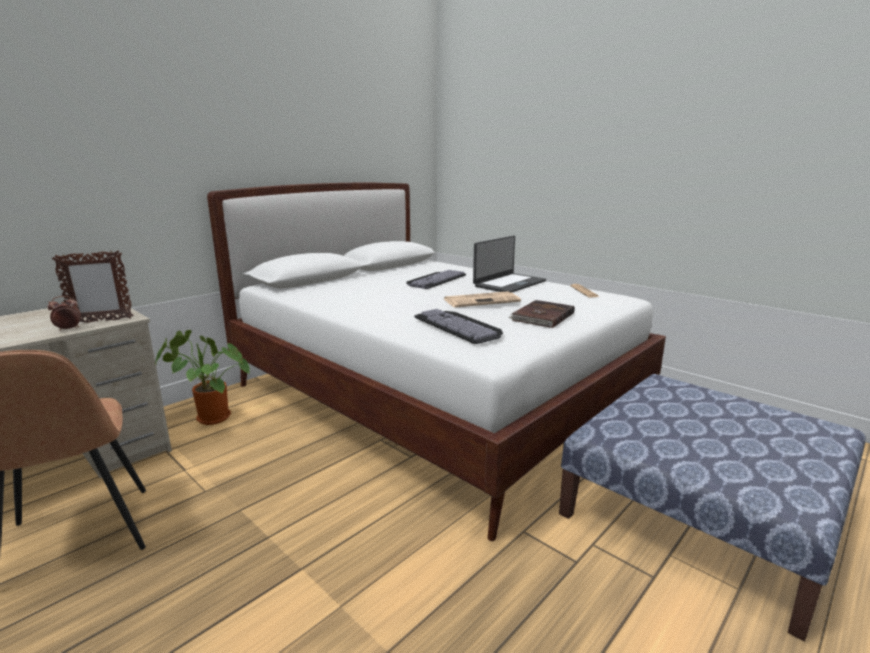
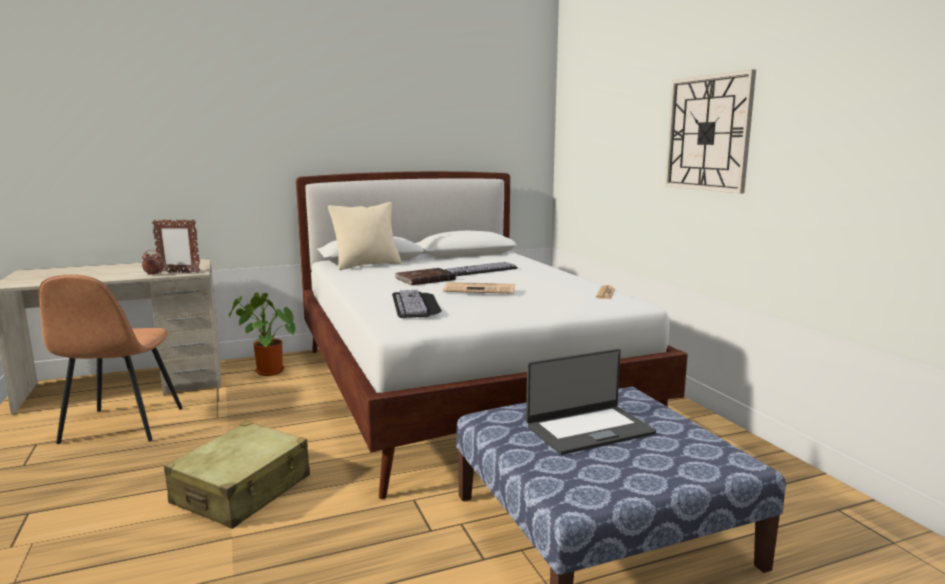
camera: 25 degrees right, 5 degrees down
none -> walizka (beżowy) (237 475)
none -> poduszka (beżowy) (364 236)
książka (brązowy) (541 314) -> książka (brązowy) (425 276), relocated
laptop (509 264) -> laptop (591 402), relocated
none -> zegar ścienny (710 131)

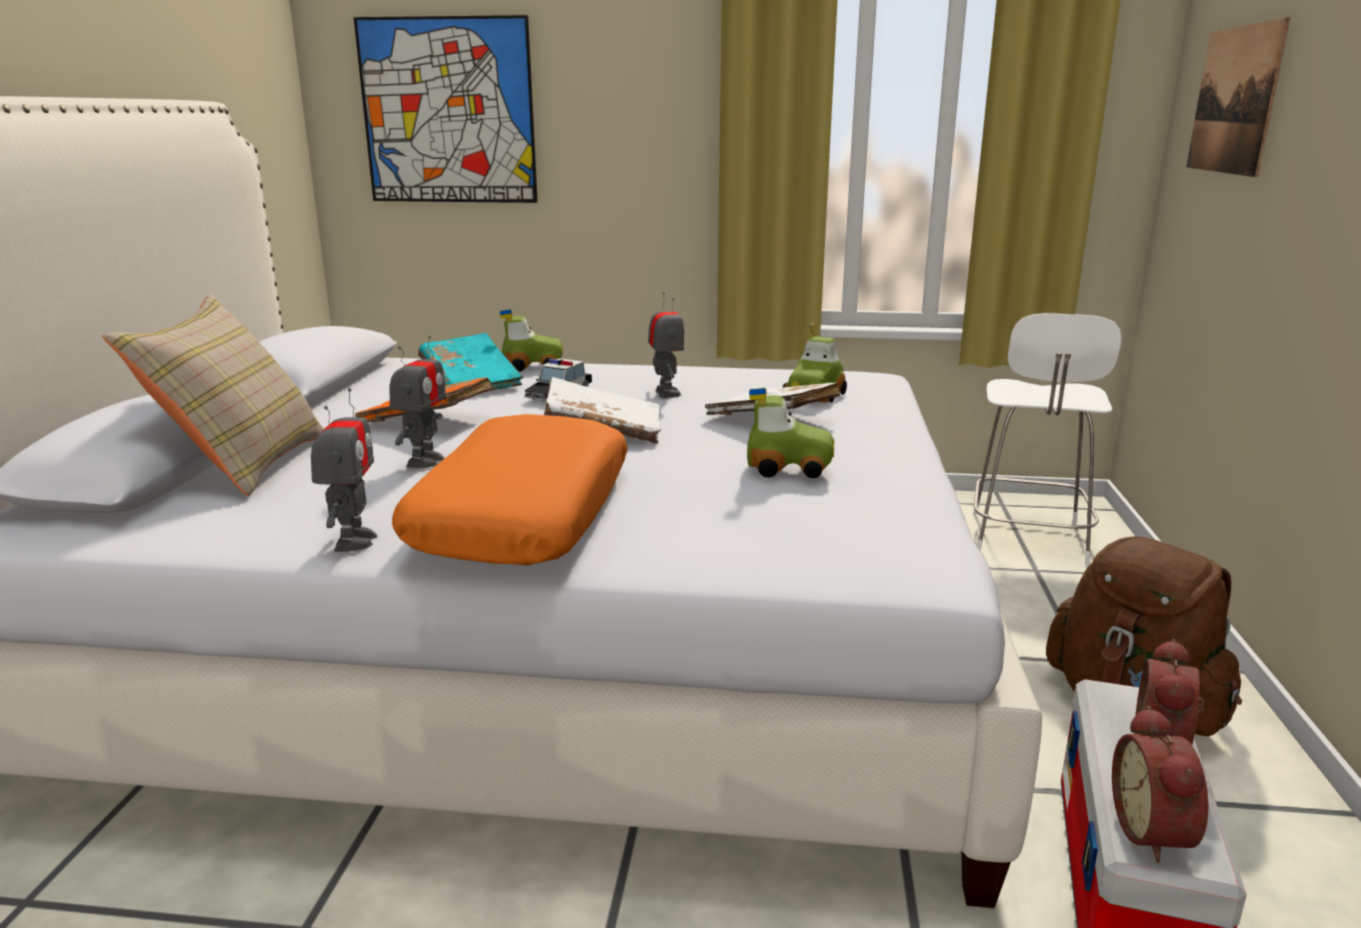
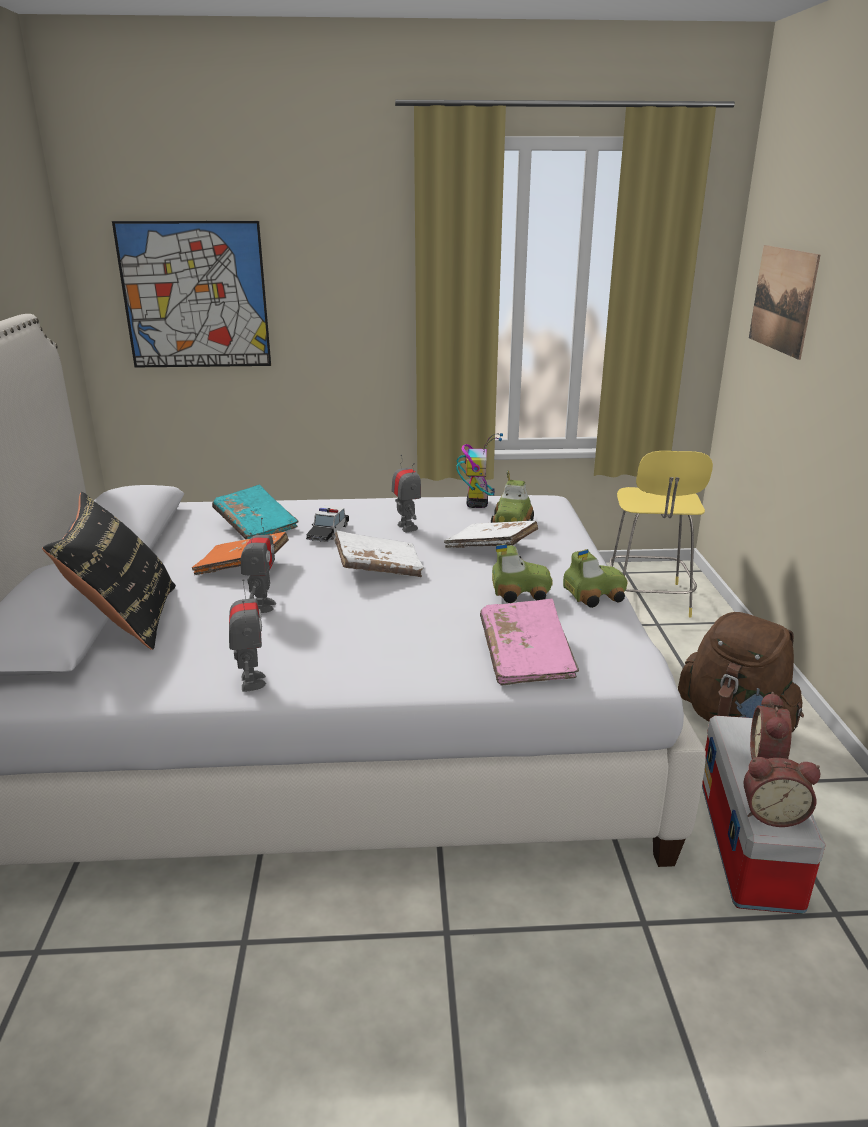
camera: 10 degrees left, 5 degrees up
poduszka (beżowy) (213 395) -> poduszka (czarny) (109 571)
none -> robot zabawkowy (479 470)
none -> książka (różowy) (529 642)
samochodzik (531 340) -> samochodzik (595 578), relocated
stołek (biały) (1047 439) -> stołek (żółty) (661 534)
budzik (1160 784) -> budzik (782 792), 75 degrees counterclockwise
poduszka (pomarańczowy) (510 489) -> none

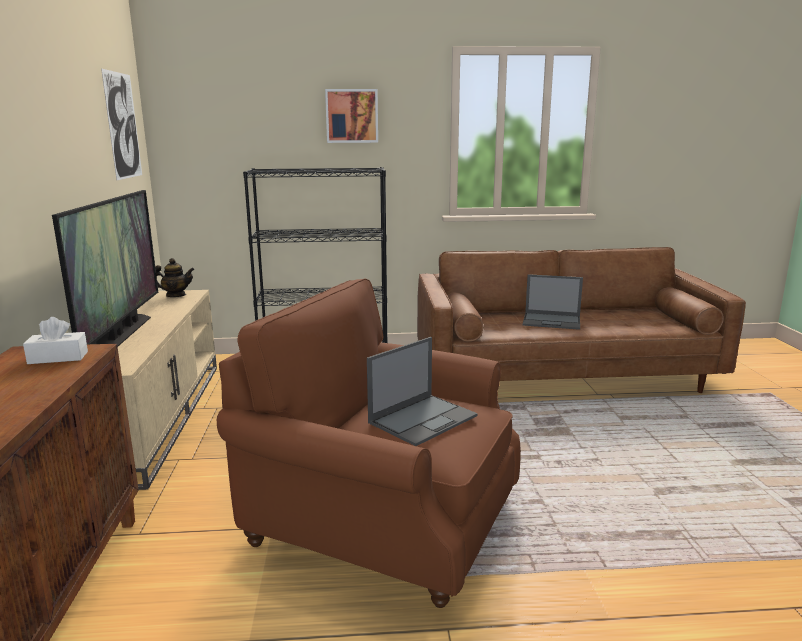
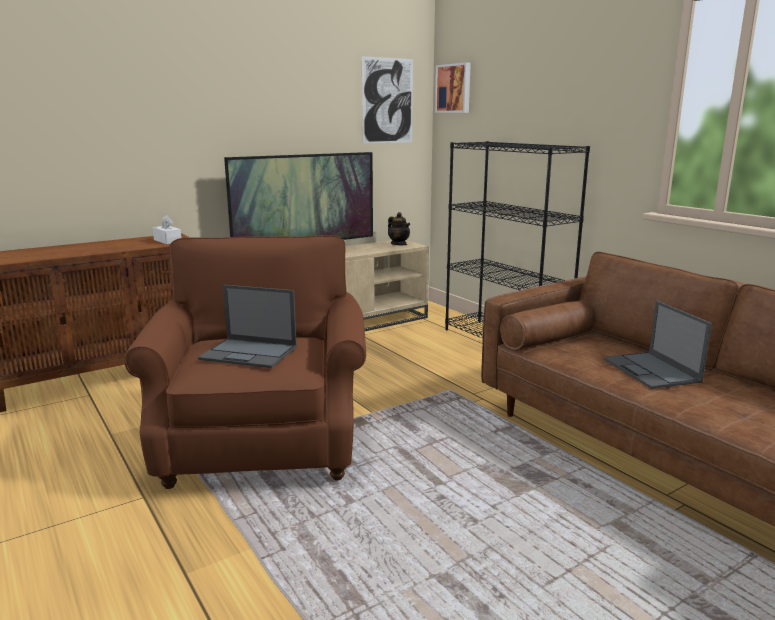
camera: 60 degrees right, 0 degrees up
obraz (351 116) -> obraz (453 87), relocated

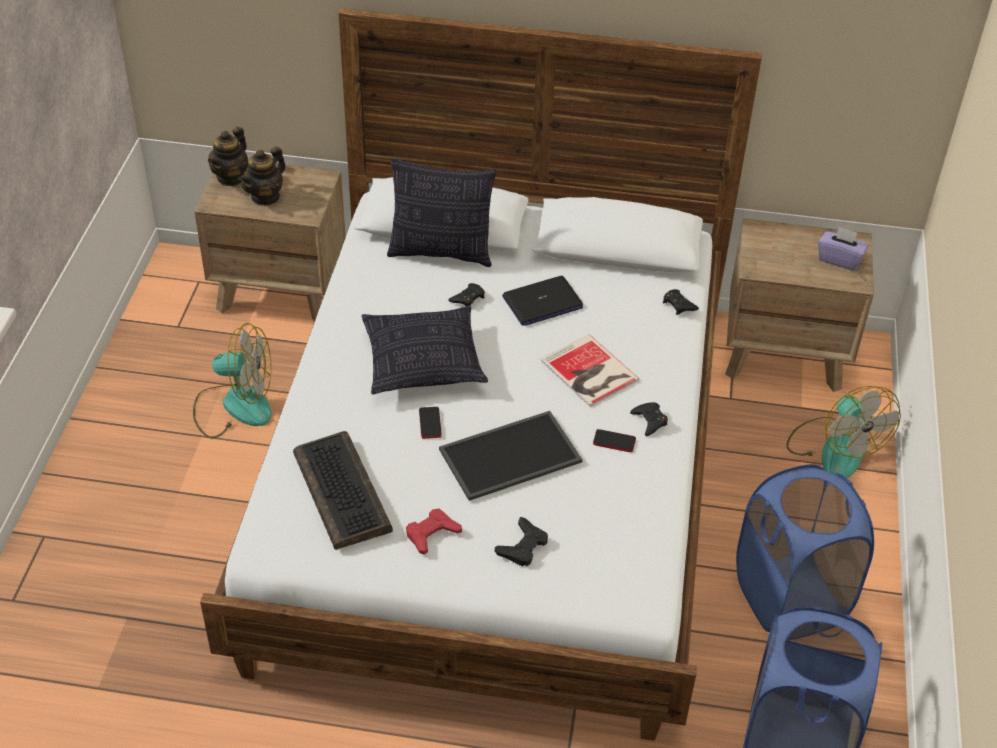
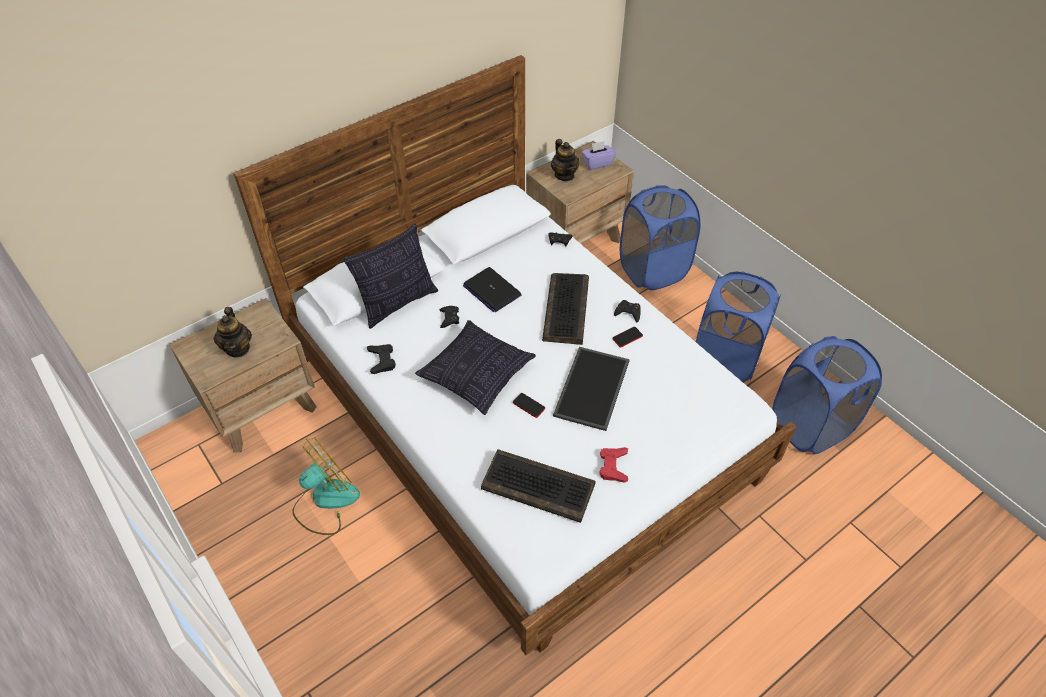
camera: 45 degrees left, 5 degrees up
pad do gier (czarny) (521 541) -> pad do gier (czarny) (381 359), relocated
laptop (542 301) -> laptop (492 289), 120 degrees clockwise
książka (590 370) -> klawiatura (565 309)
imbryk (228 156) -> imbryk (565 160), relocated
wentylator (843 432) -> kosz na pranie (niebieski) (660 238)

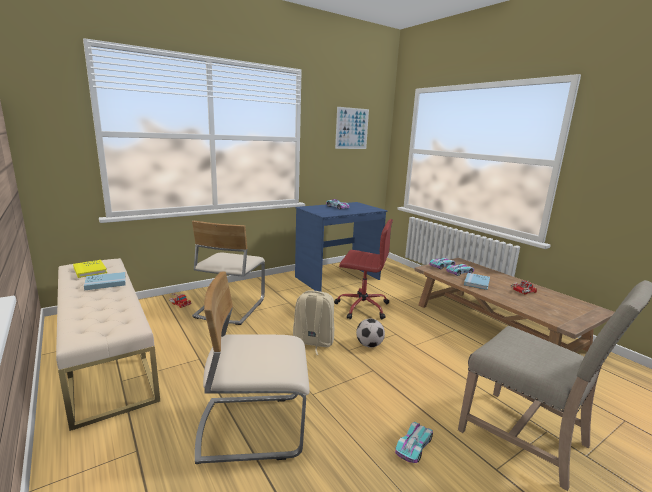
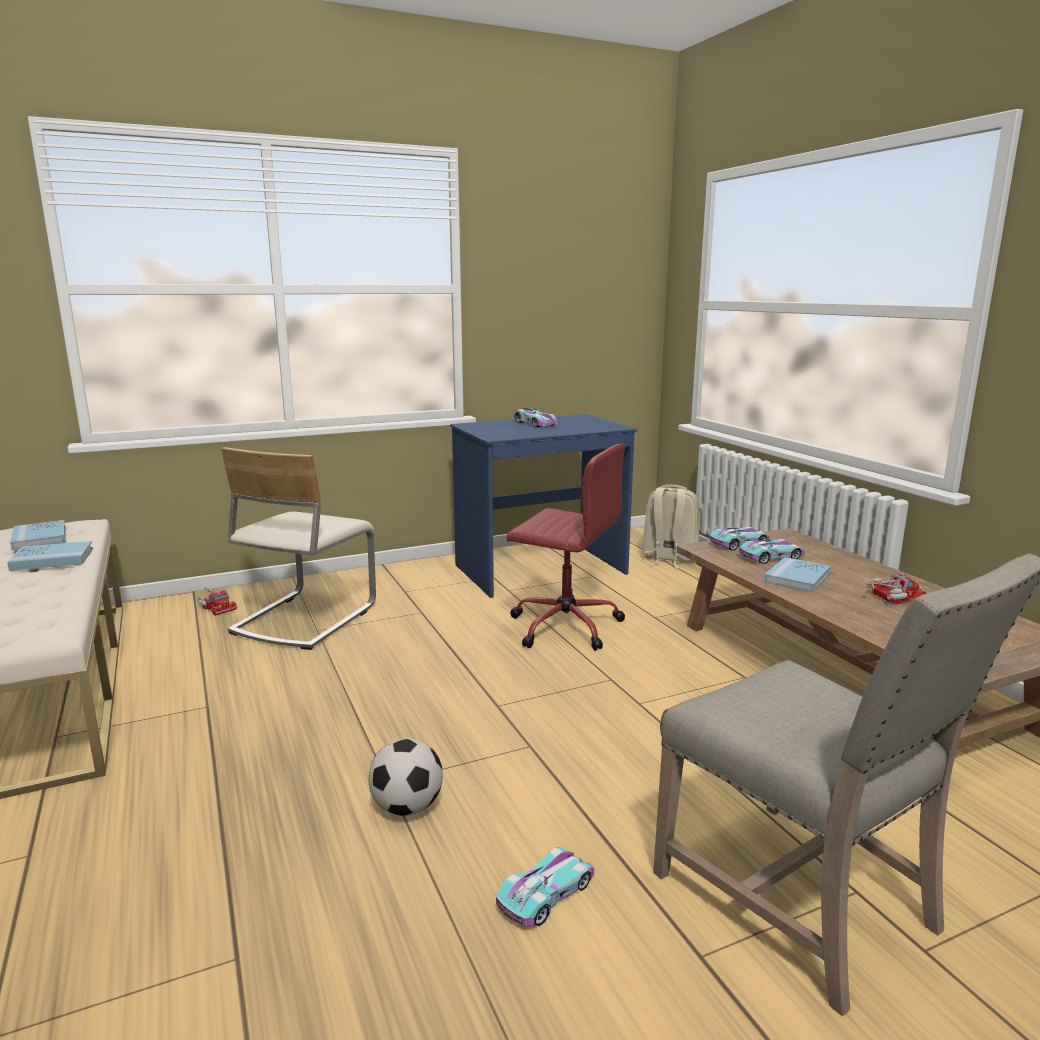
camera: 10 degrees right, 0 degrees up
książka (żółty) (90 269) -> książka (niebieski) (38 535)
piłka futbolowa (370 333) -> piłka futbolowa (406 777), relocated
plecak (beżowy) (313 322) -> plecak (beżowy) (670 527), relocated
krzesło (beżowy) (252 368) -> none
obraz (352 128) -> none

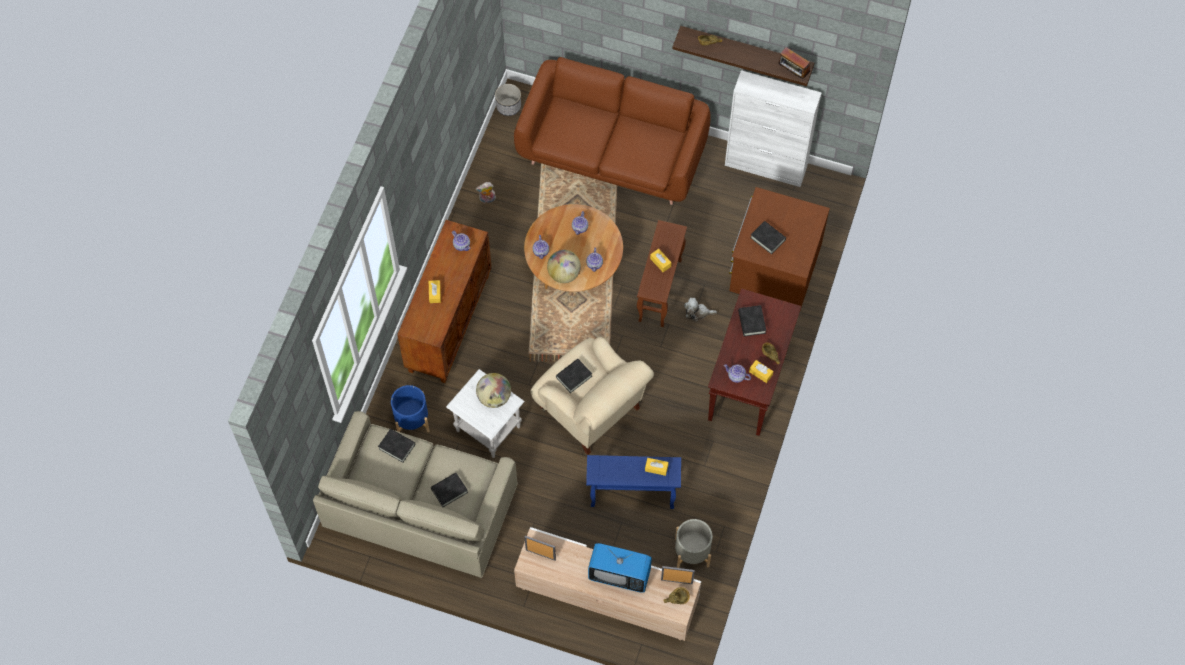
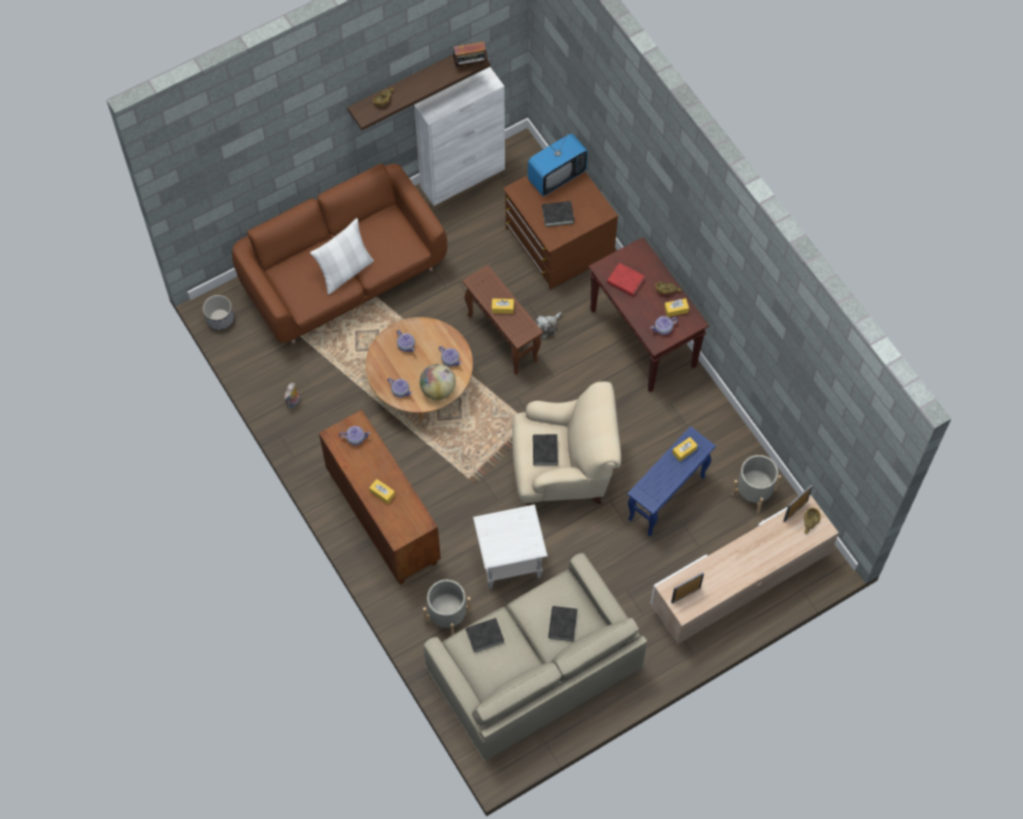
camera: 50 degrees left, 0 degrees up
none -> poduszka (biały) (342 256)
donica (niebieski) (410 408) -> donica (szary) (447 607)
telewizor (620 568) -> telewizor (558 164), relocated
książka (czarny) (752 320) -> książka (czerwony) (626 279)
globus (493 390) -> none

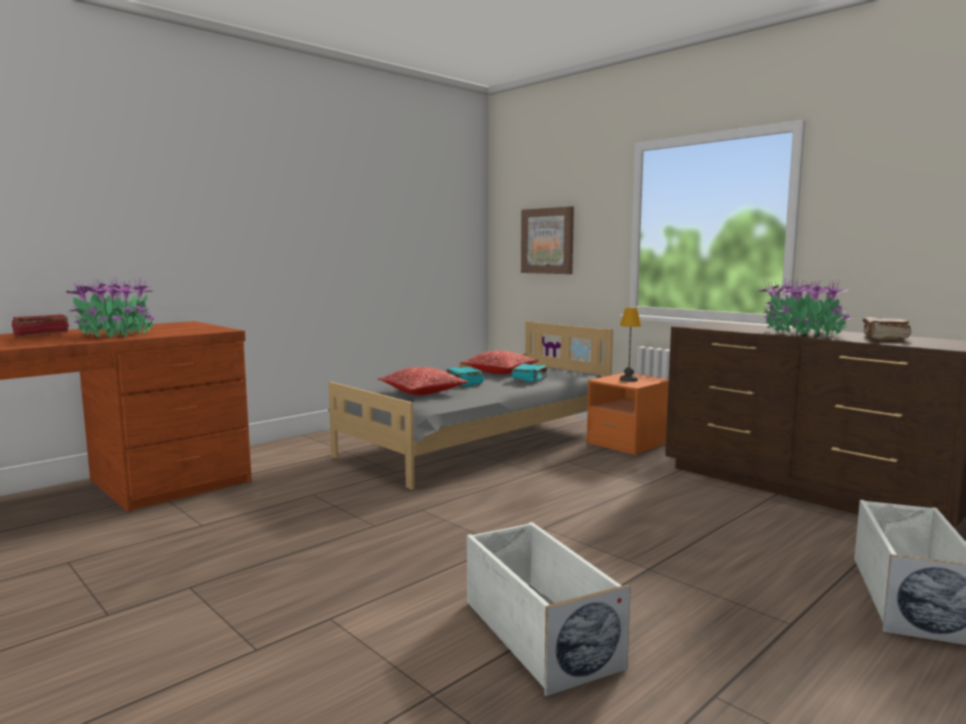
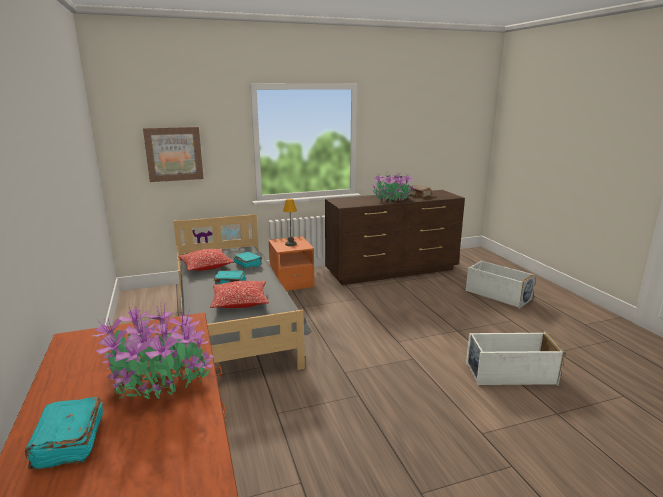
camera: 65 degrees left, 10 degrees up
książka (czerwony) (40 325) -> książka (turkusowy) (64 433)

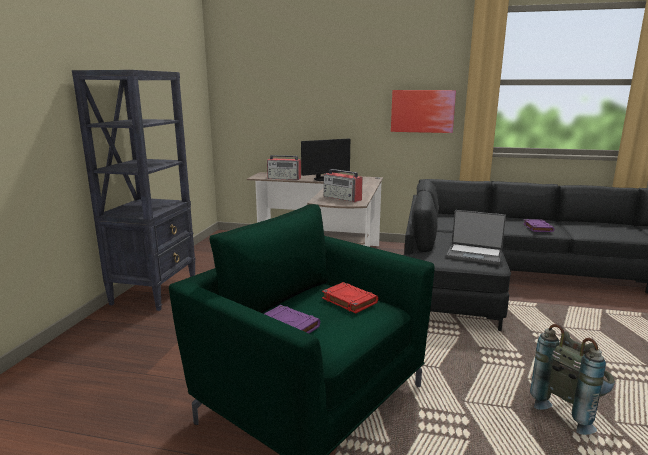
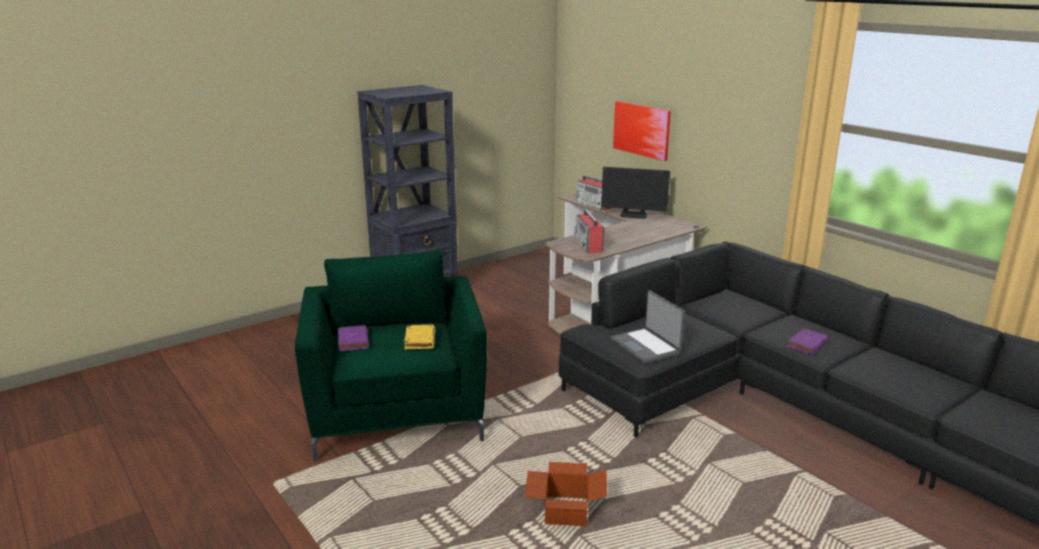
camera: 40 degrees right, 5 degrees up
książka (czerwony) (350 297) -> książka (żółty) (419 337)
plecak (szary) (572 379) -> karton (566 494)
obraz (423 111) -> obraz (642 131), relocated

